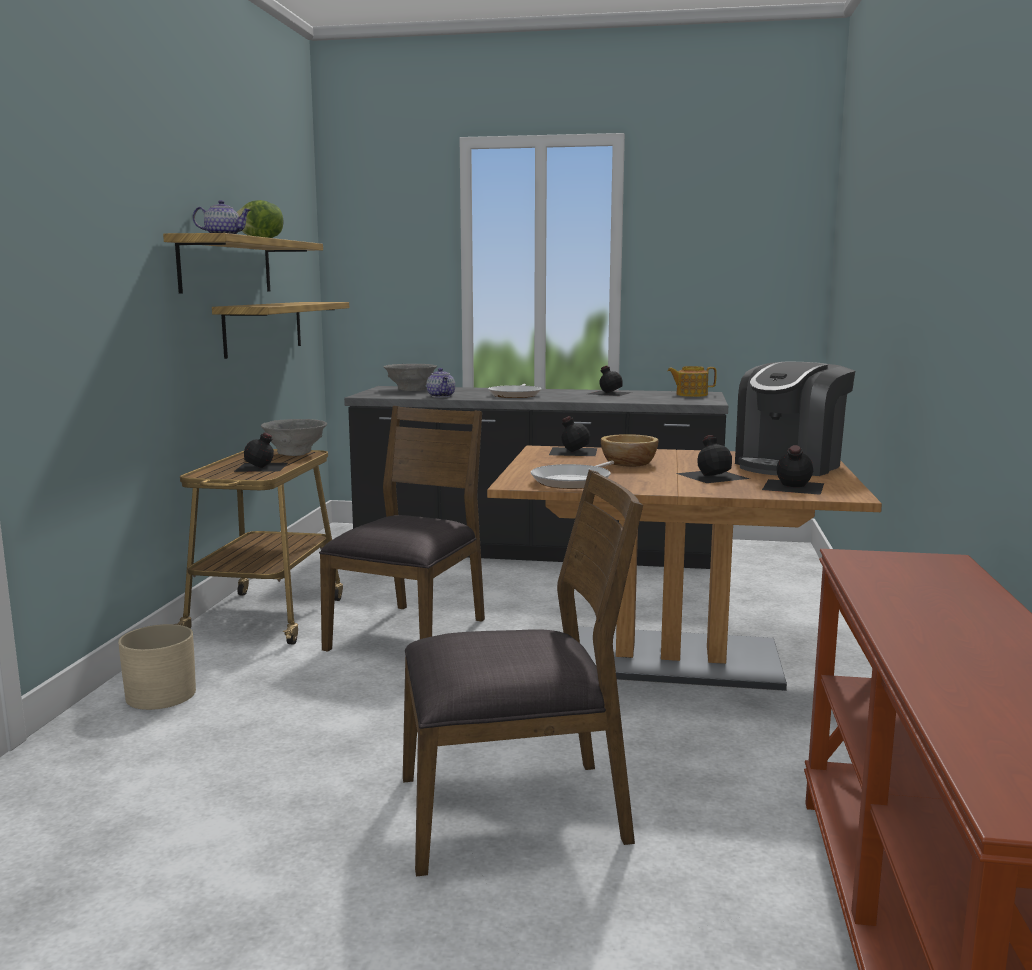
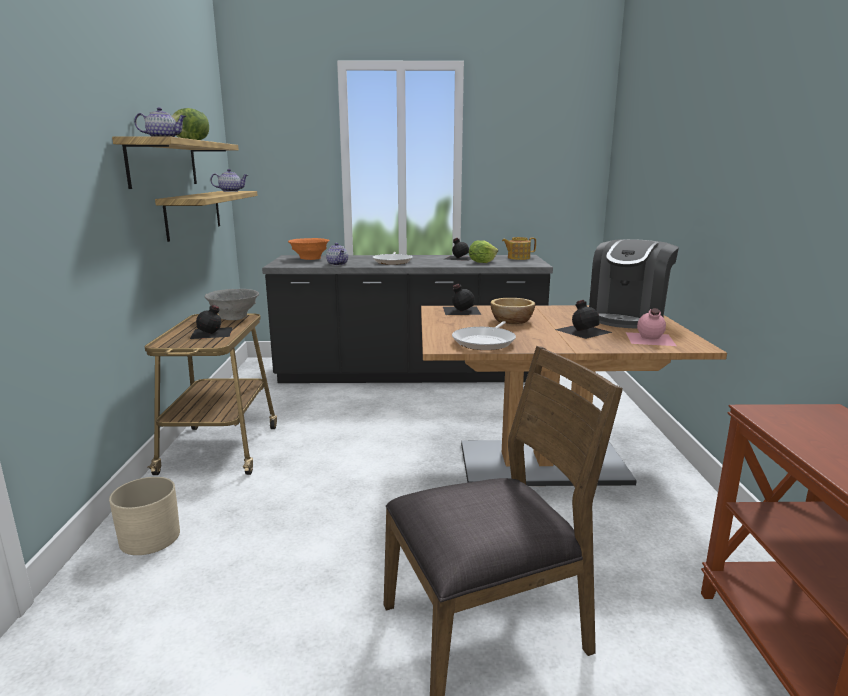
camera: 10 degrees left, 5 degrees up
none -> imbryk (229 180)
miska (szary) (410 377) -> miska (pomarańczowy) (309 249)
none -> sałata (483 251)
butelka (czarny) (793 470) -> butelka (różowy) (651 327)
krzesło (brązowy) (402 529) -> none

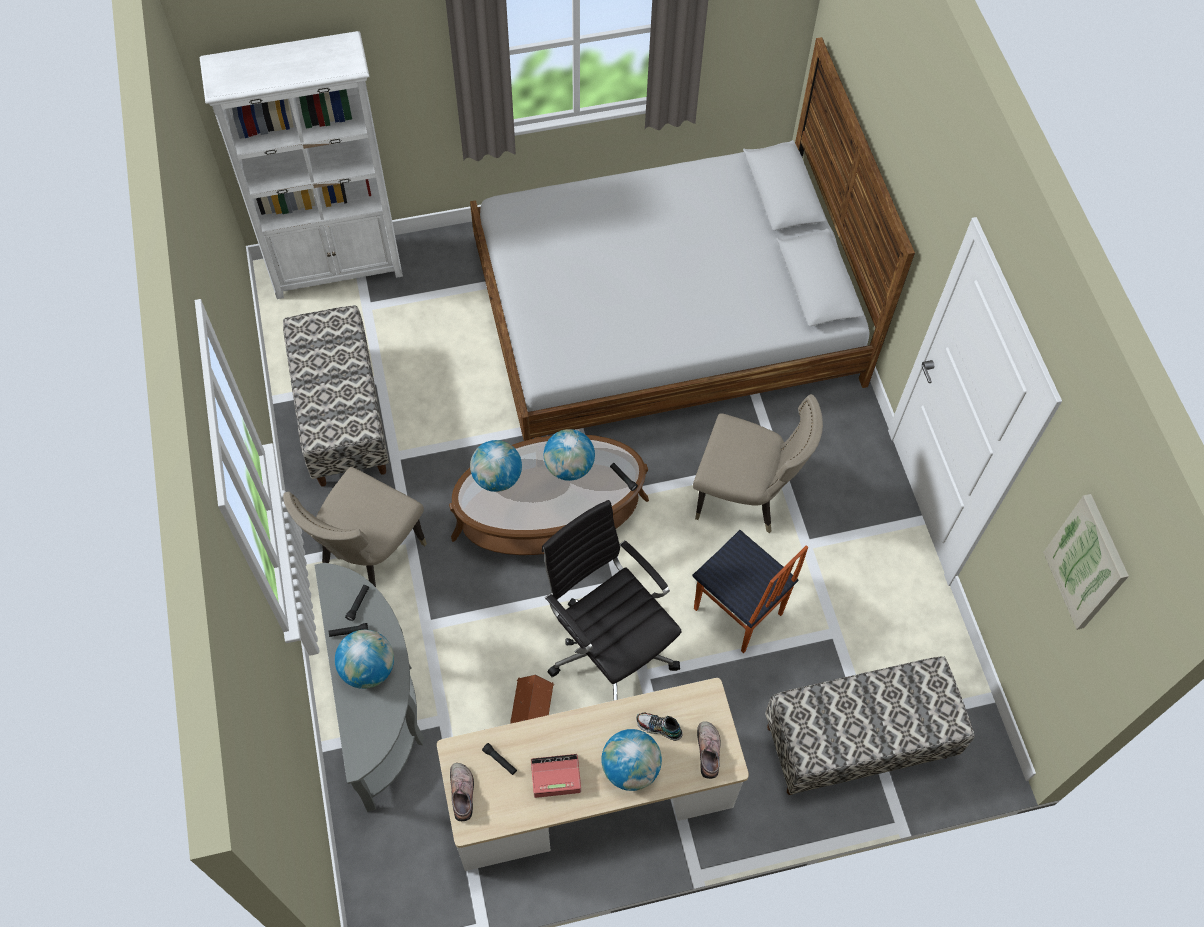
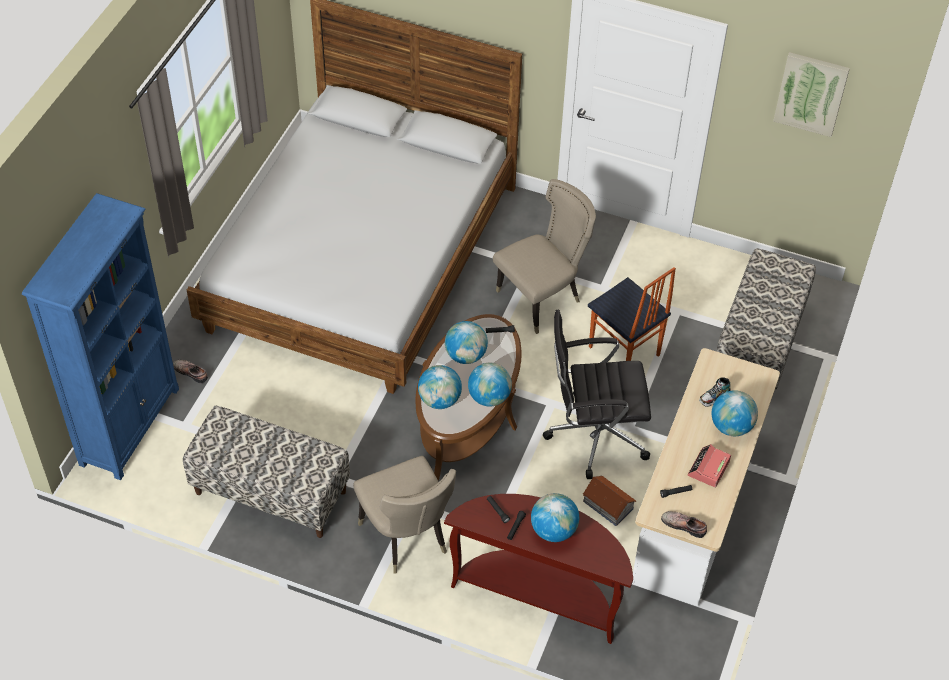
camera: 55 degrees left, 10 degrees down
regał (biały) (301 165) -> regał (niebieski) (100 336)
but (708 750) -> but (190 371), relocated
stolik konsolowy (szary) (369 687) -> stolik konsolowy (brązowy) (538 569)
none -> globus (490 384)
krzesło (750 591) -> krzesło (632 314), 60 degrees clockwise

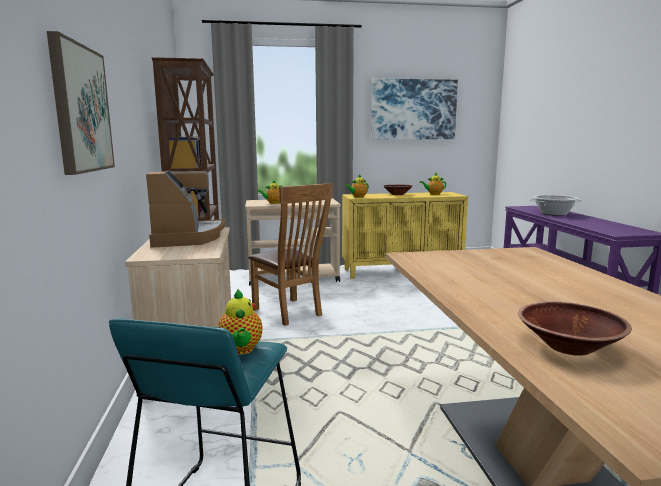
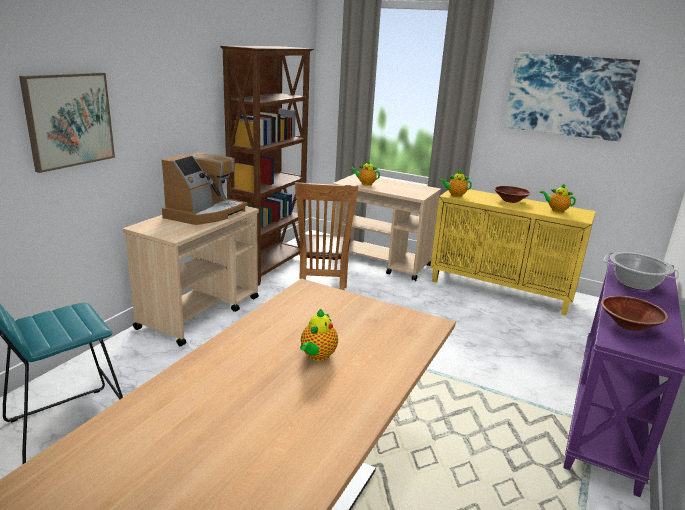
camera: 35 degrees right, 10 degrees up
imbryk (240 322) -> imbryk (319 335), relocated
miska (brązowy) (575 329) -> miska (brązowy) (634 313), relocated

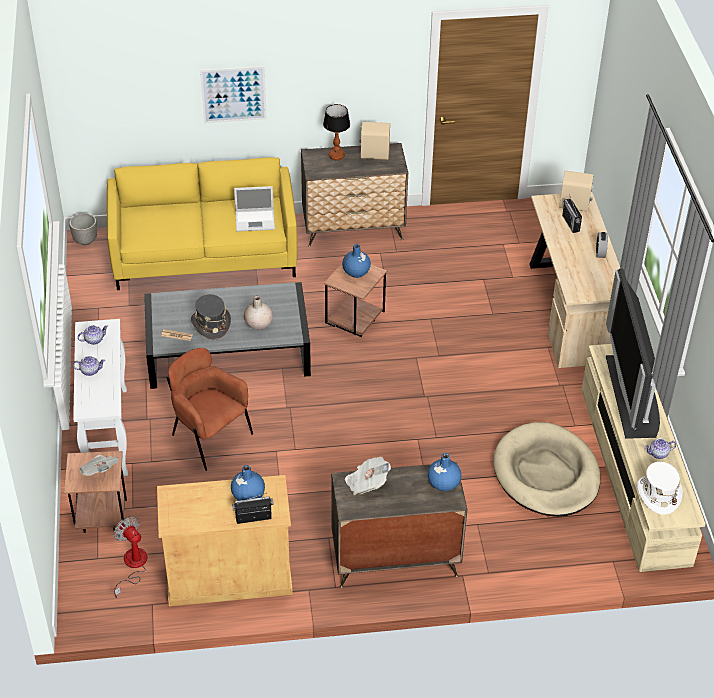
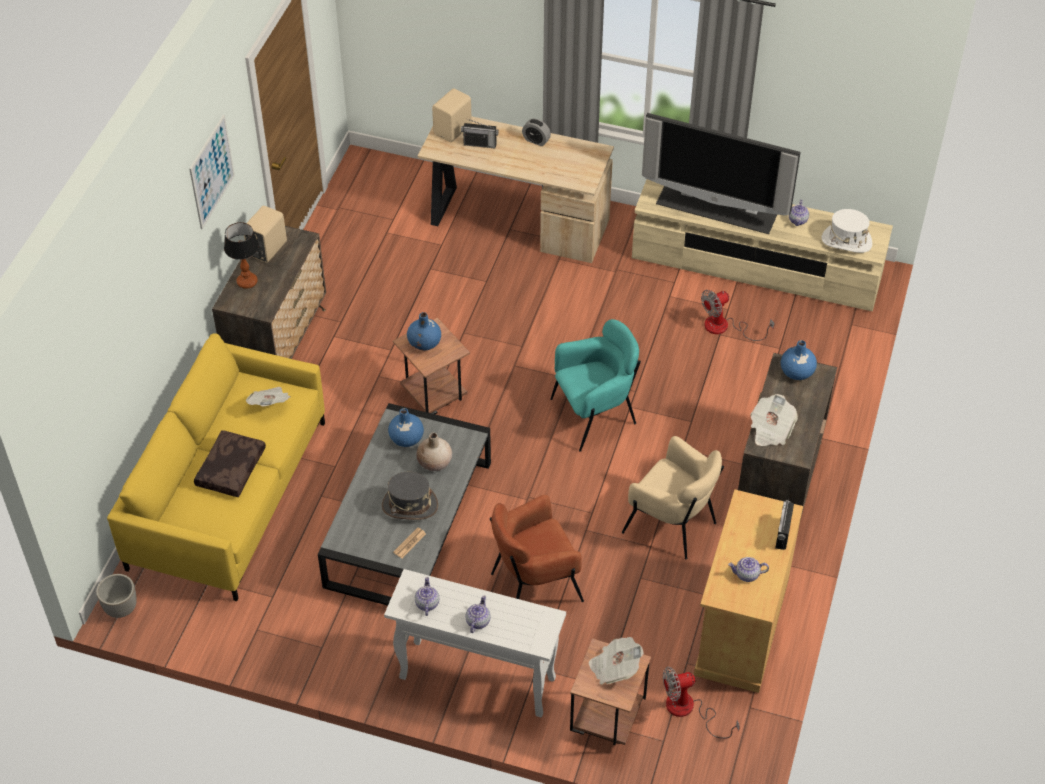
camera: 65 degrees left, 5 degrees up
obraz (233 94) -> obraz (212 172), relocated
none -> poduszka (brązowy) (230 463)
laptop (254 209) -> gazeta (268 397)
wazon (niebieski) (248 483) -> wazon (niebieski) (406 427), relocated
none -> fotel (turkusowy) (595 385)
none -> fotel (beżowy) (673 497)
legowisko (beżowy) (546 469) -> wentylator (737 315)
none -> imbryk (748 569)

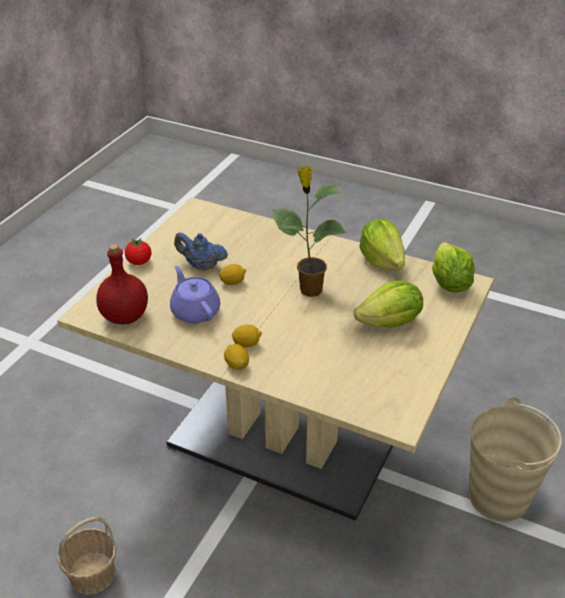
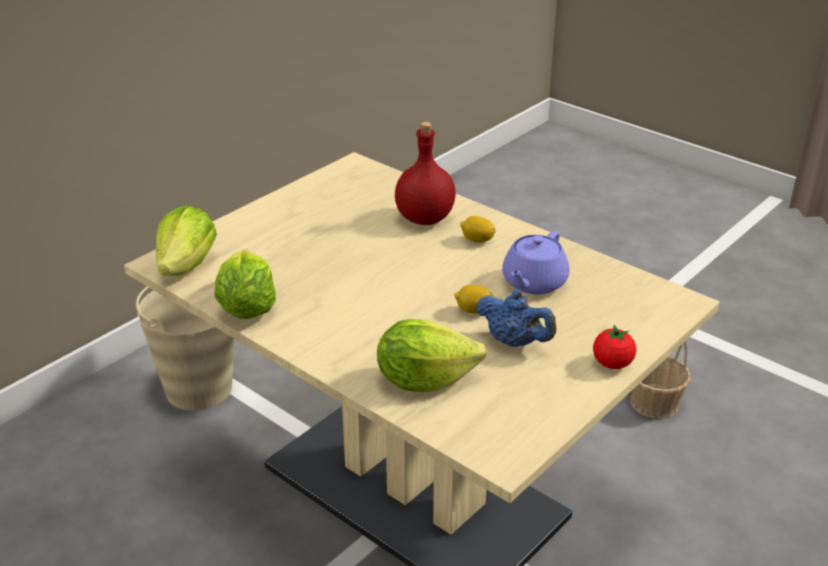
camera: 165 degrees left, 5 degrees down
sałata (388 304) -> sałata (432 355), relocated
butelka (czerwony) (122 284) -> butelka (czerwony) (425 173), relocated
imbryk (fioletowy) (195 294) -> imbryk (fioletowy) (535 263), 45 degrees clockwise
cytryna (236 357) -> none
roślina doniczkowa (309 231) -> none

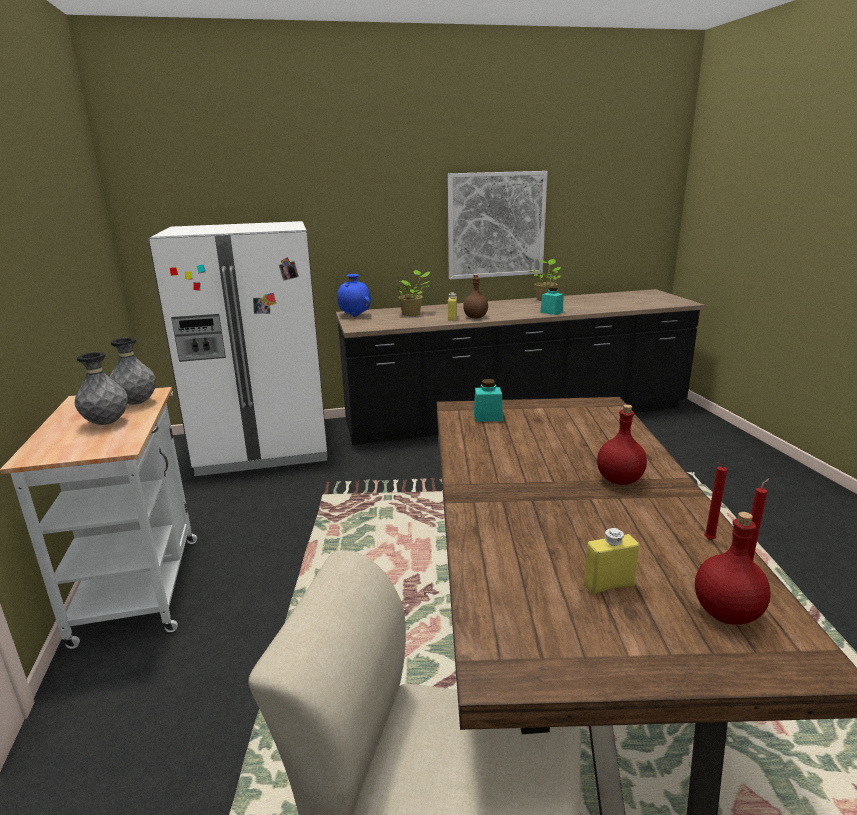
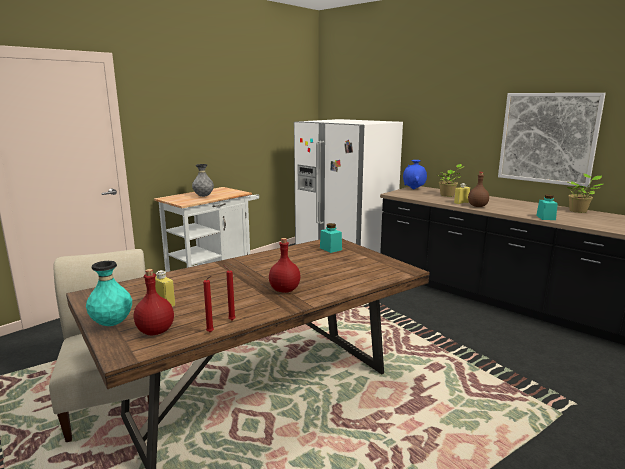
camera: 55 degrees right, 5 degrees down
none -> wazon (turkusowy) (109 293)
wazon (szary) (132 371) -> none

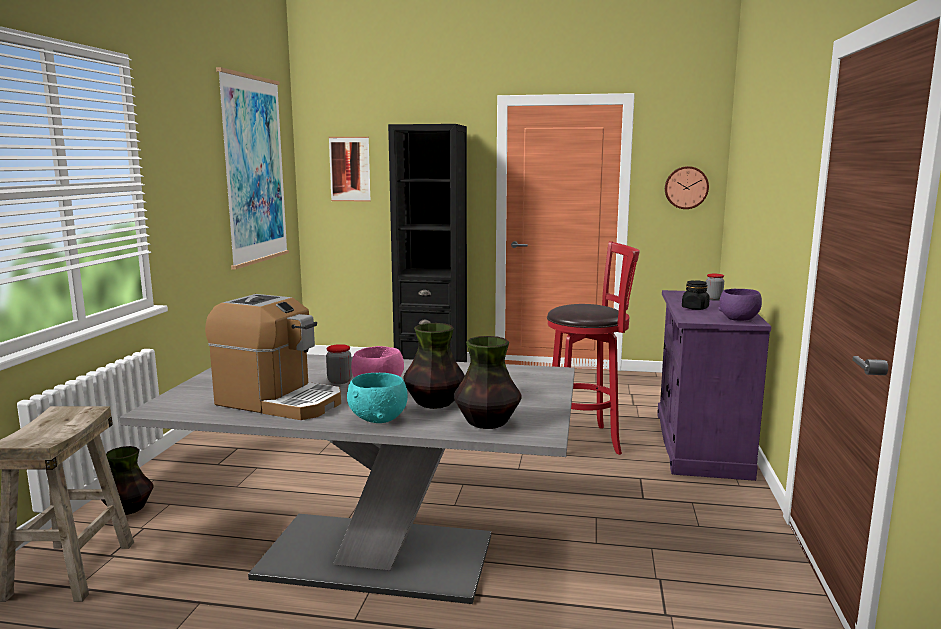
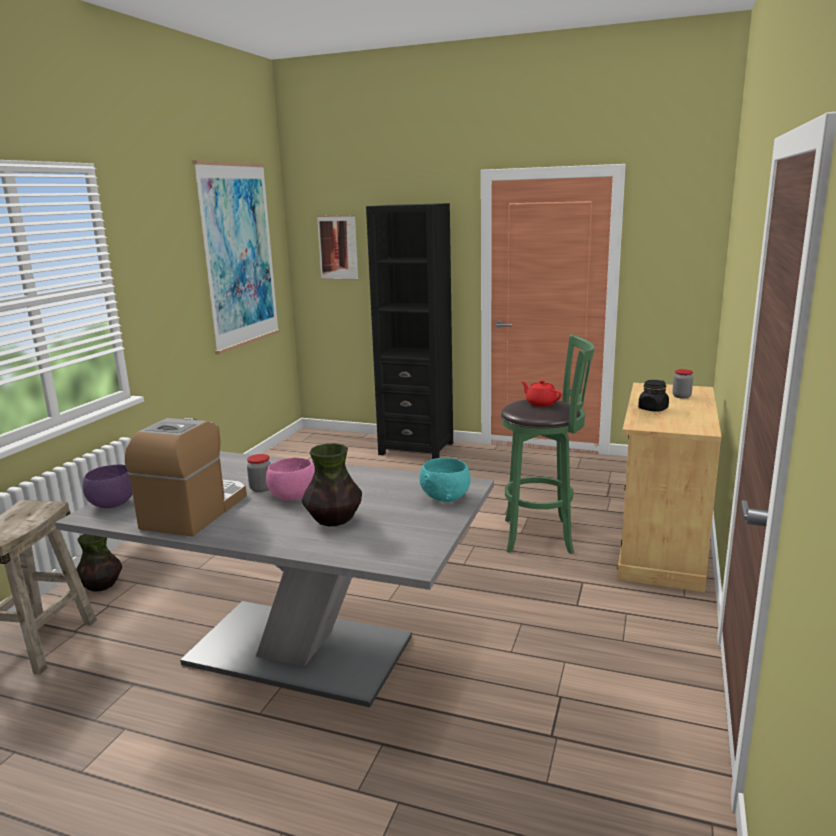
camera: 10 degrees right, 5 degrees up
miska (fioletowy) (740 305) -> miska (fioletowy) (108 486), relocated
ekspres do kawy (273 357) -> ekspres do kawy (186 477), 105 degrees counterclockwise
miska (turkusowy) (377 398) -> miska (turkusowy) (445 480), relocated
stołek (czerwony) (593 348) -> stołek (zielony) (548 444)
none -> imbryk (czerwony) (541 393)
szafka (fioletowy) (714 385) -> szafka (beżowy) (669 487)
wazon (487 382) -> none
zegar ścienny (687 187) -> none

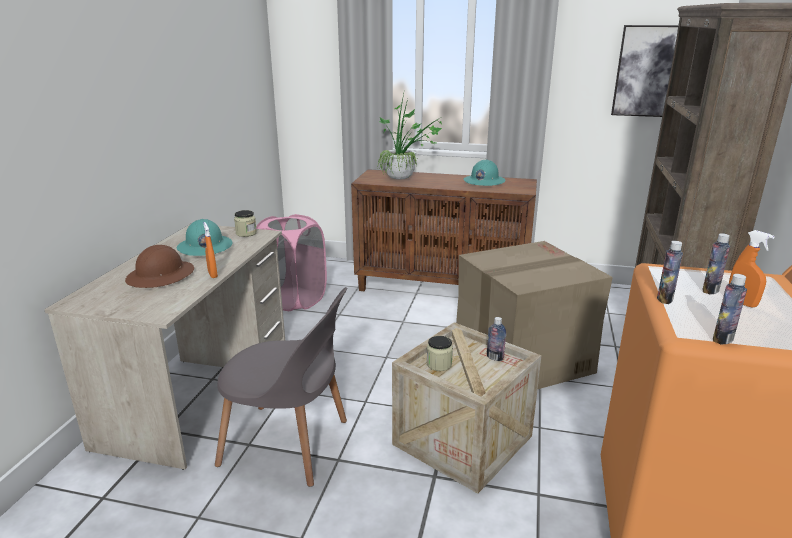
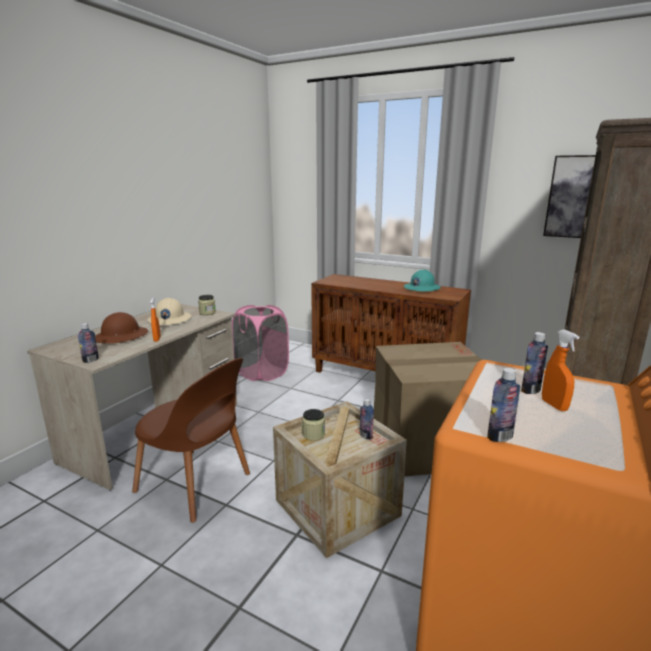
camera: 15 degrees right, 5 degrees down
butelka (670 272) -> butelka (88 343), relocated
krzesło (szary) (281 387) -> krzesło (brązowy) (191 440)
kask (turkusowy) (205 237) -> kask (beżowy) (169 311)
roślina doniczkowa (410 137) -> none

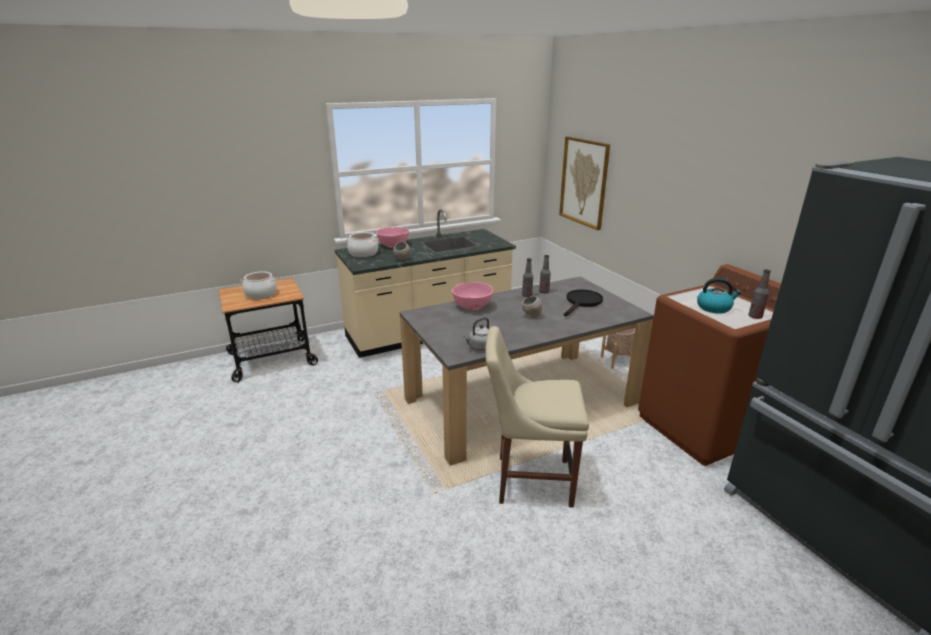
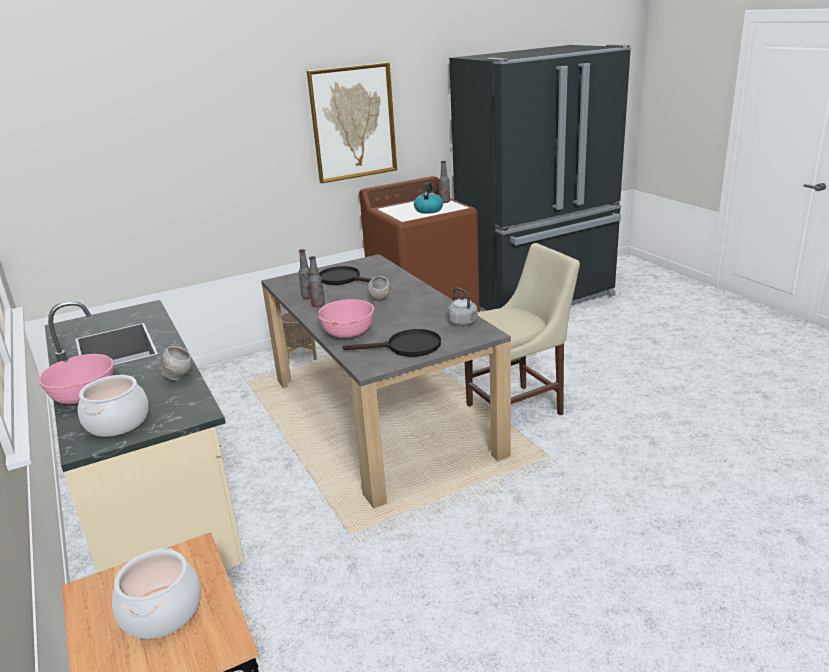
camera: 90 degrees left, 0 degrees up
obraz (584 183) -> obraz (352 122), relocated
none -> patelnia (czarny) (391 343)
krzesło (beżowy) (537 417) -> krzesło (beżowy) (522 329), 120 degrees counterclockwise

